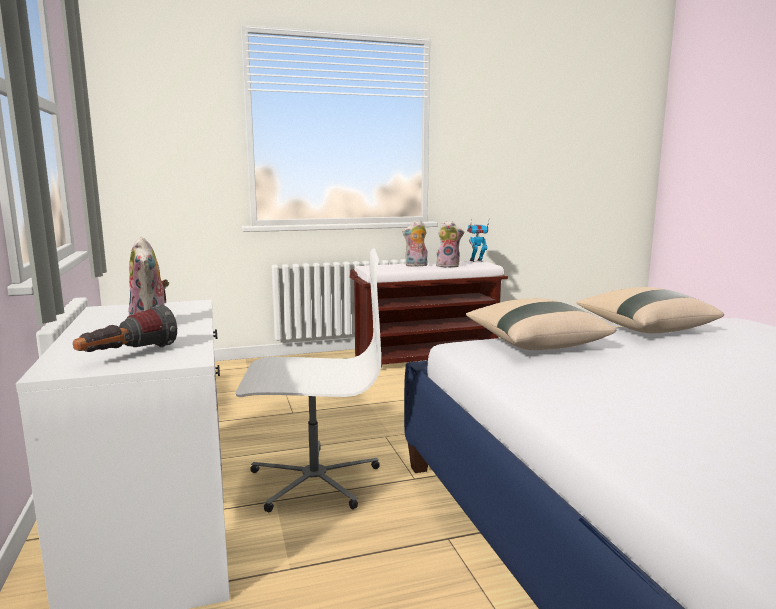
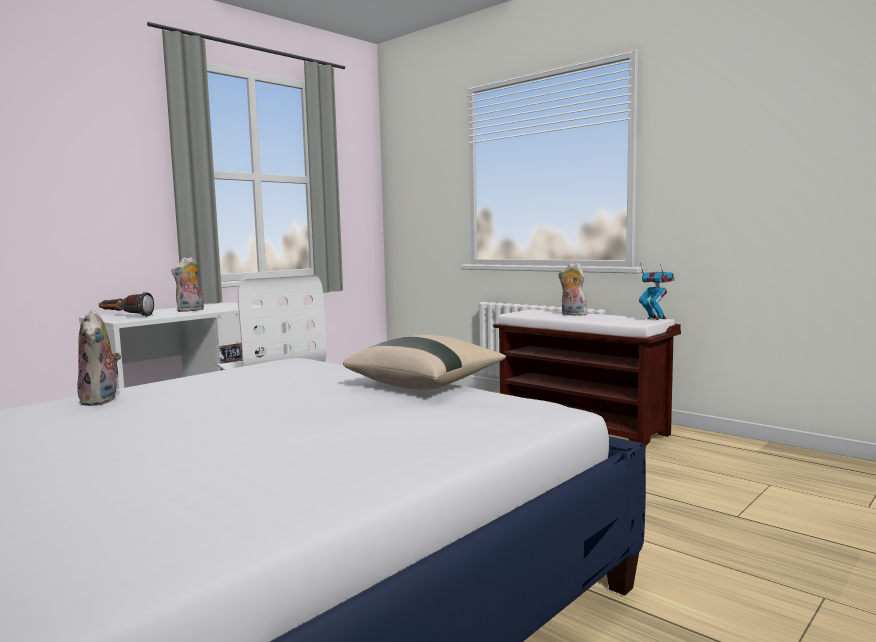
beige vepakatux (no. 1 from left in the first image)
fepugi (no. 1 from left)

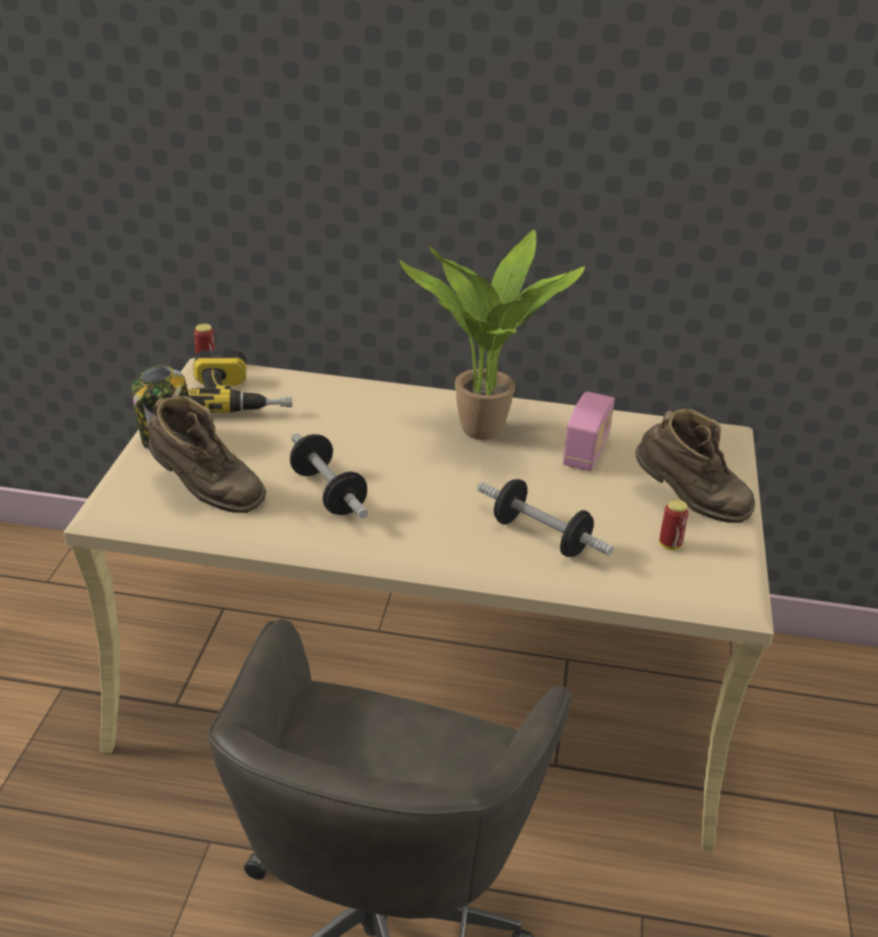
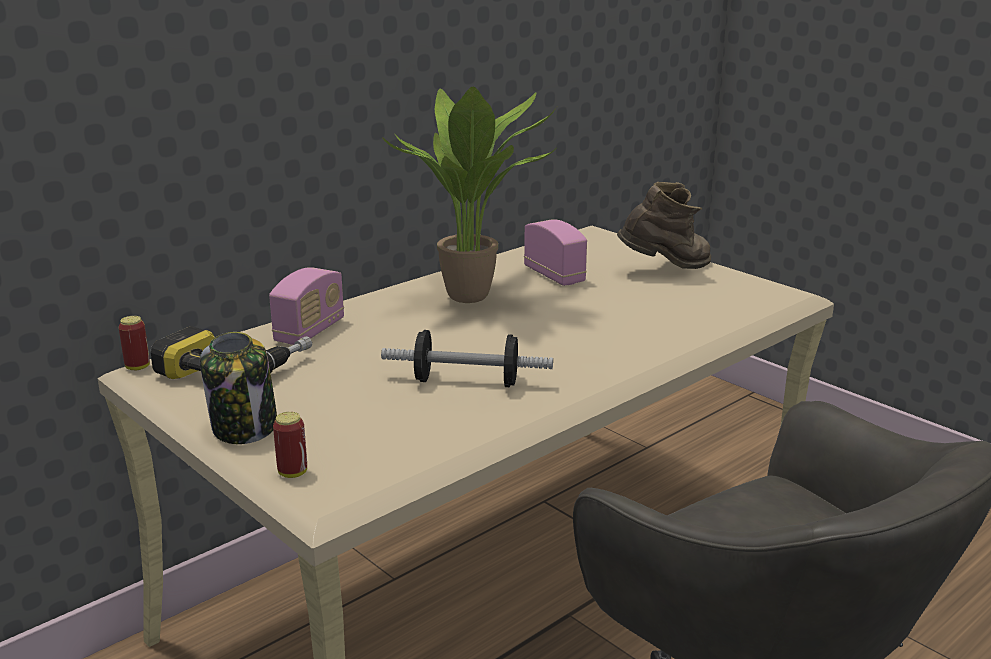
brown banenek (no. 1 from left in the first image)
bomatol (no. 2 from left in the first image)
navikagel (no. 1 from left)
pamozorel (no. 2 from left)

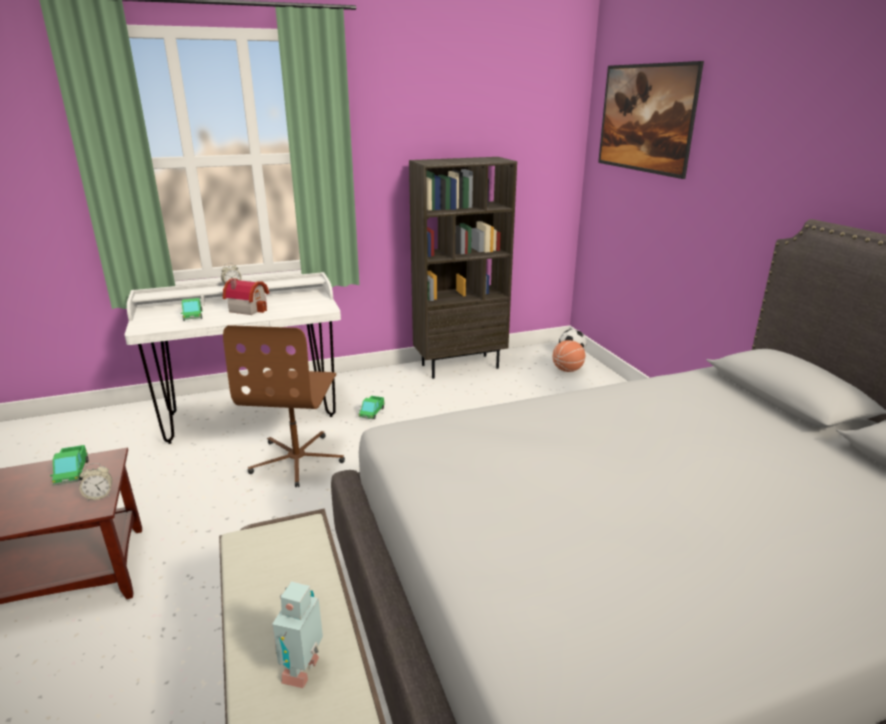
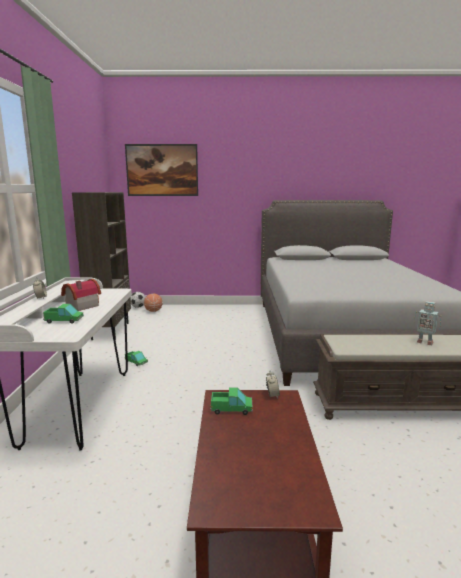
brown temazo

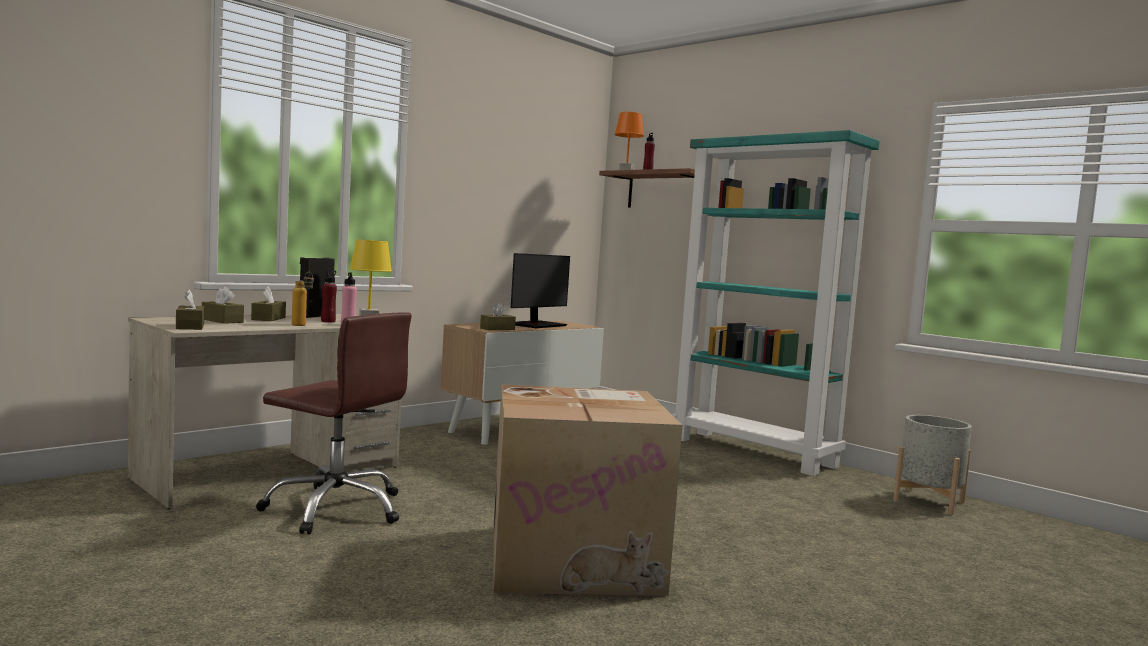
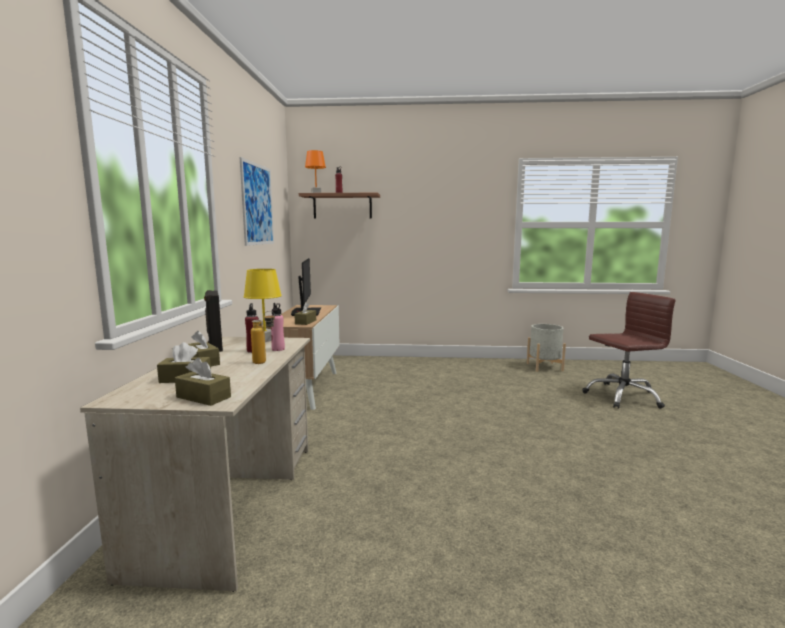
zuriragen
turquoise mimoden
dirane
brown temazo

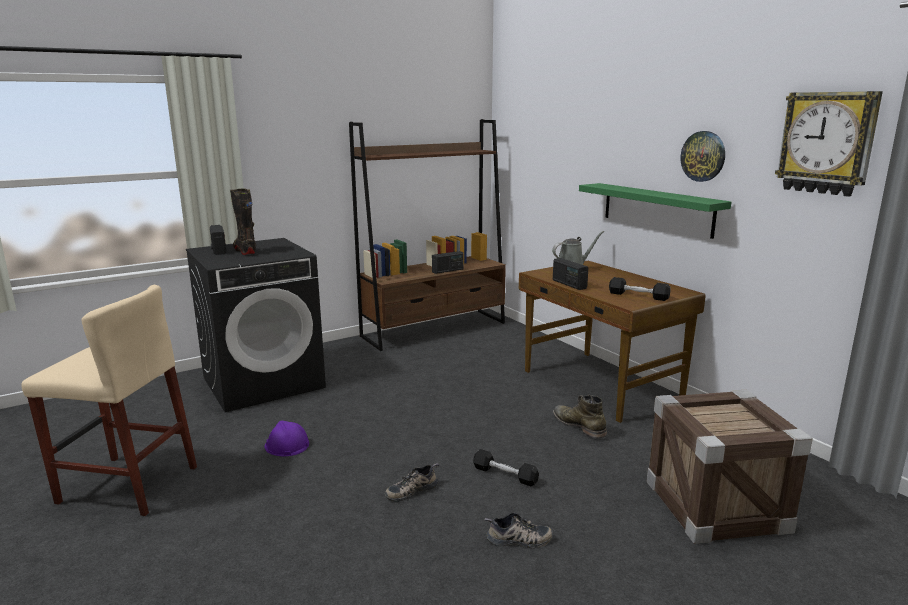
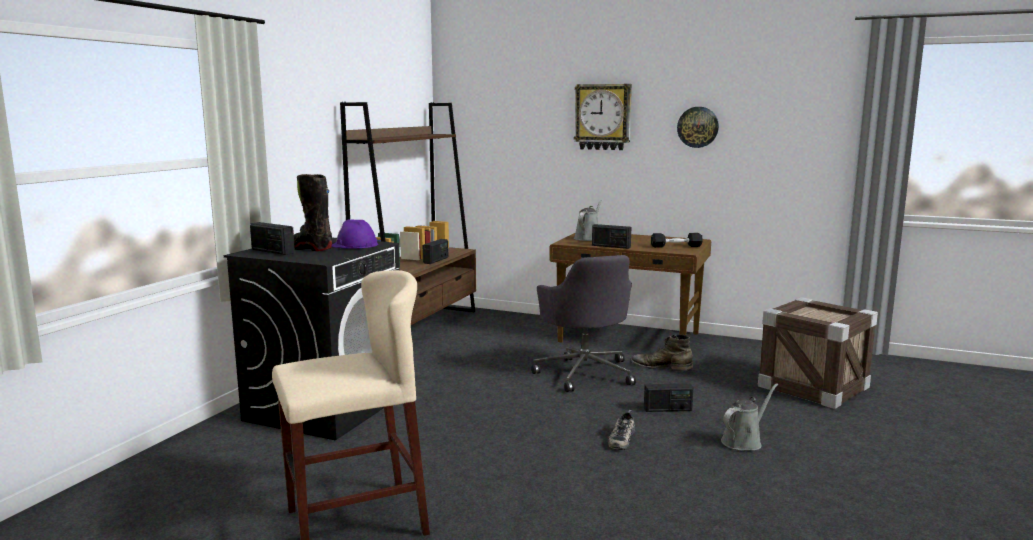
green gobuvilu
grey temazo
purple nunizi
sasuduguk (no. 1 from left)
navikagel (no. 4 from left)
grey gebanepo (no. 2 from left)

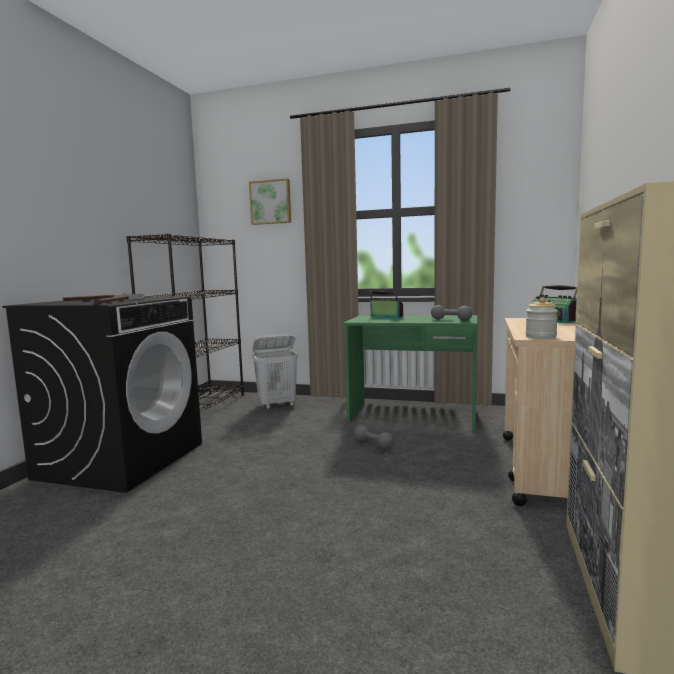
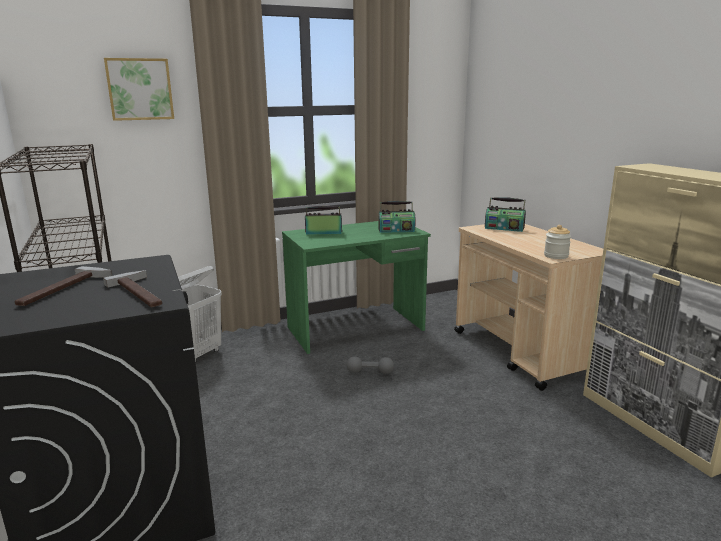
navikagel (no. 2 from left)

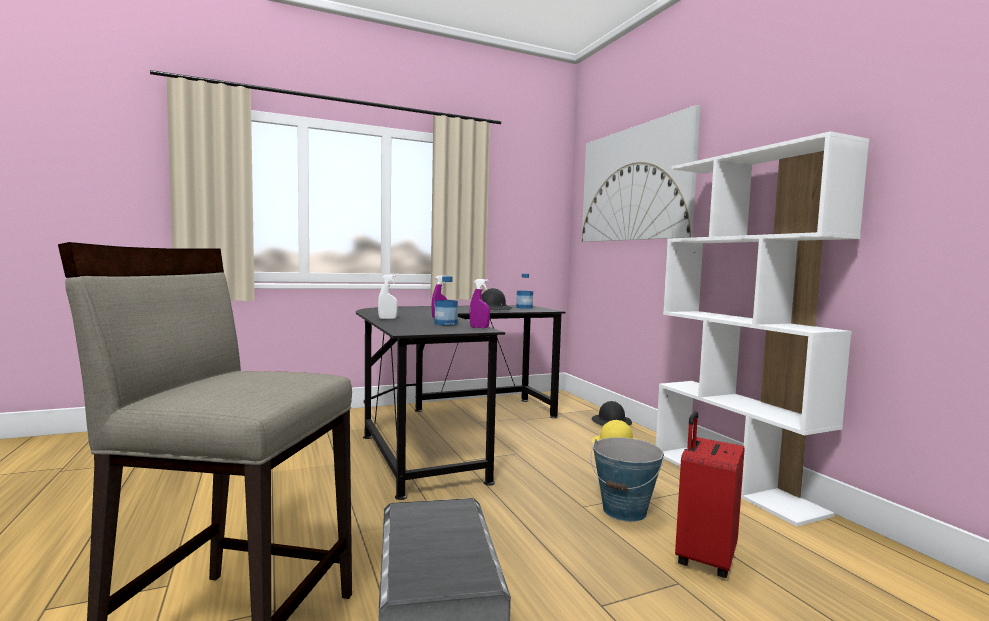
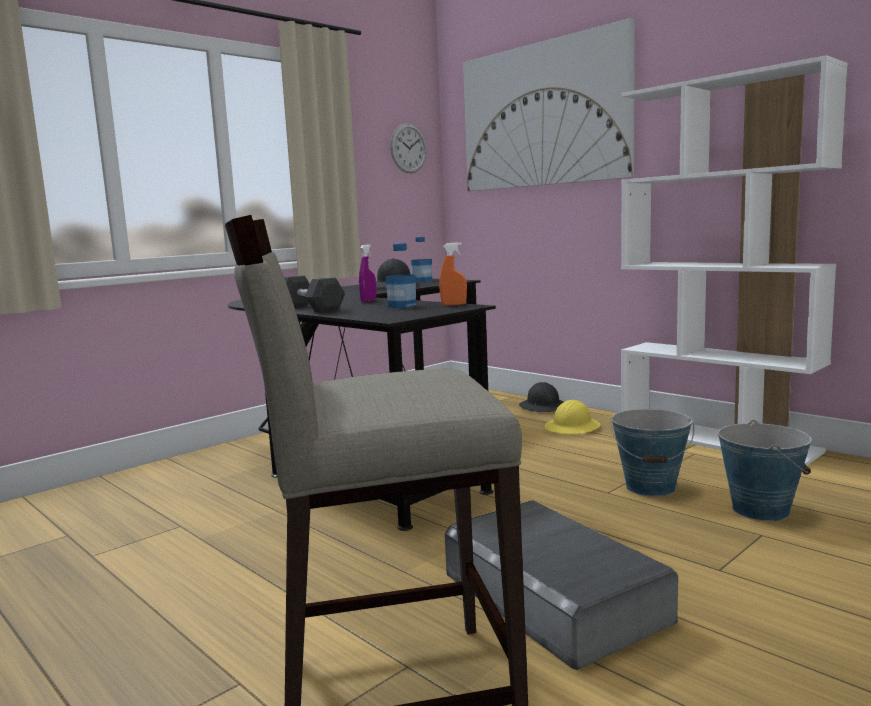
sasuduguk
grey bomatol
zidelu (no. 2 from left)
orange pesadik

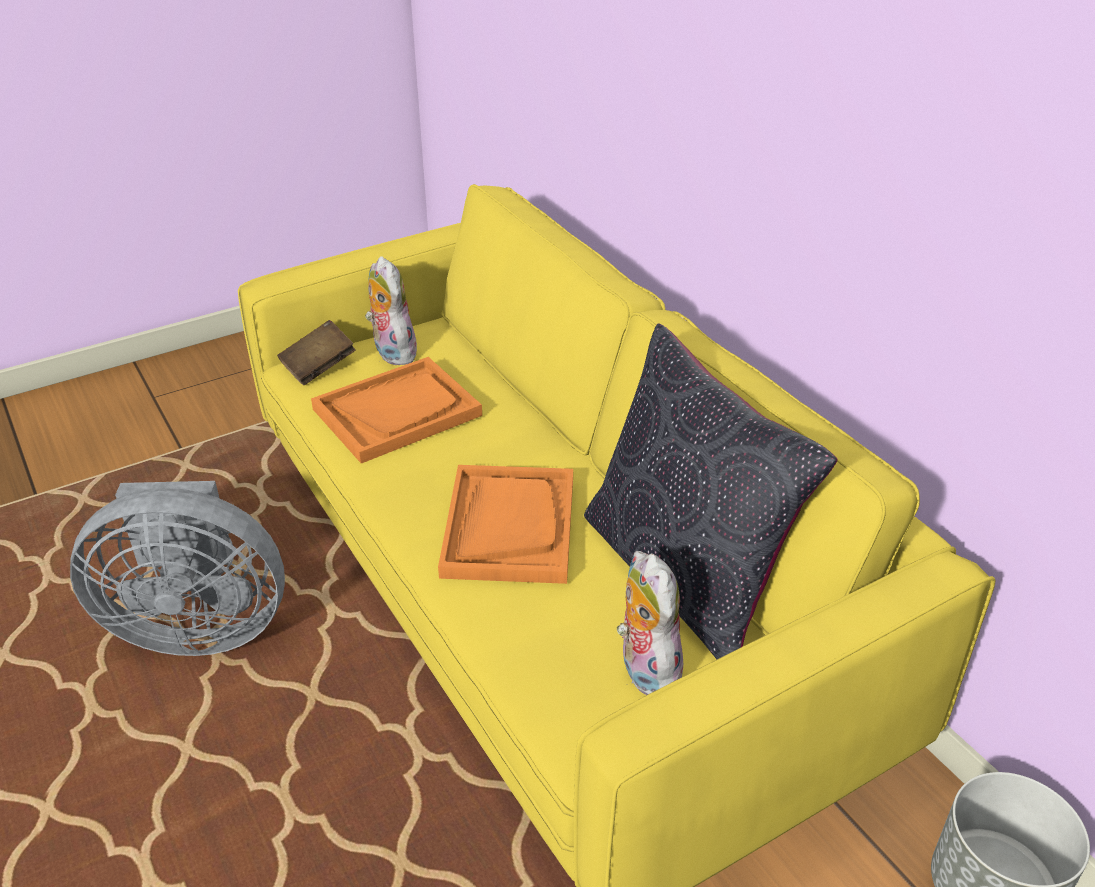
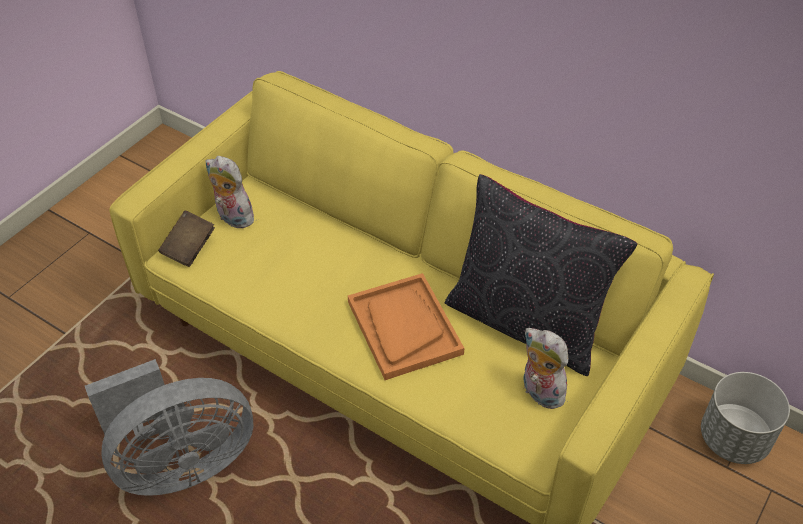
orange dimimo (no. 1 from left in the first image)

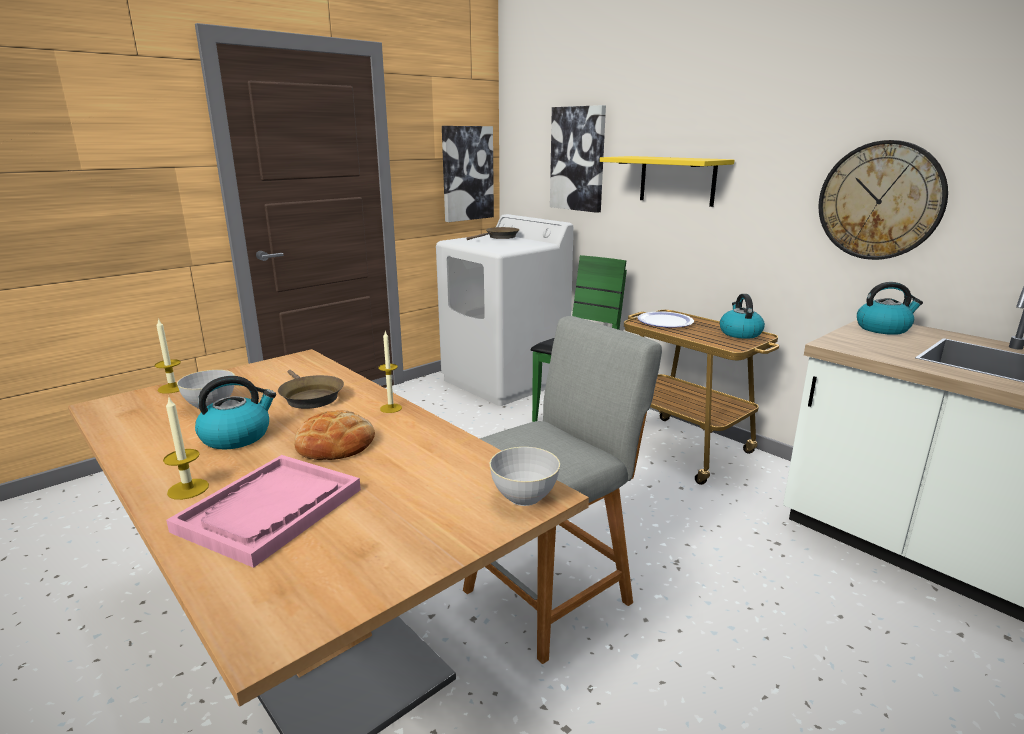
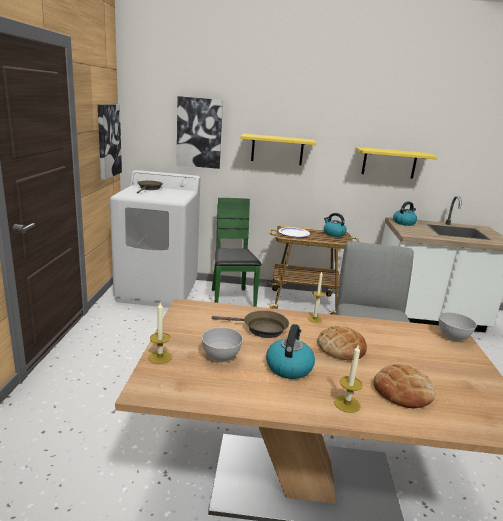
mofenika (no. 2 from left)
yellow gobuvilu (no. 2 from left)

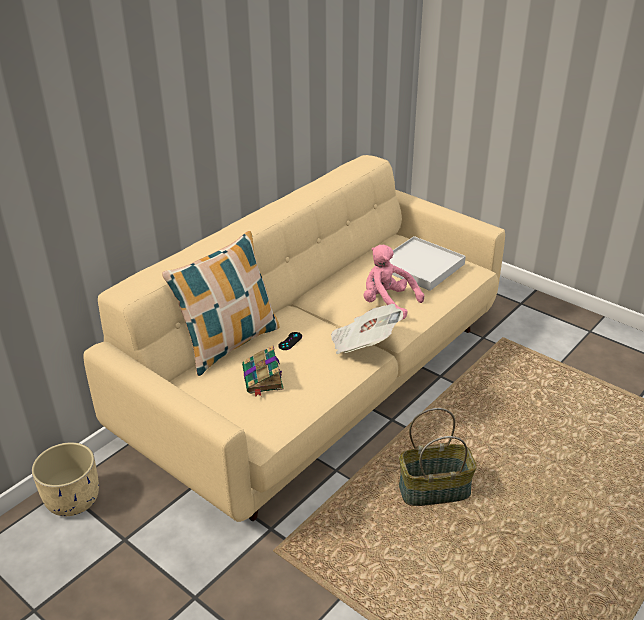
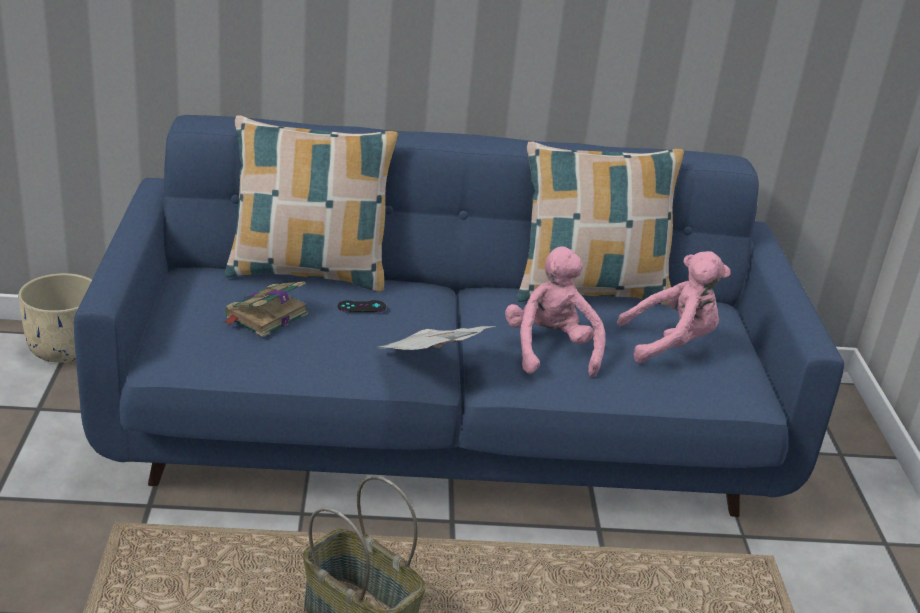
vepakatux (no. 2 from left)
pink fepugi (no. 2 from left)
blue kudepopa

